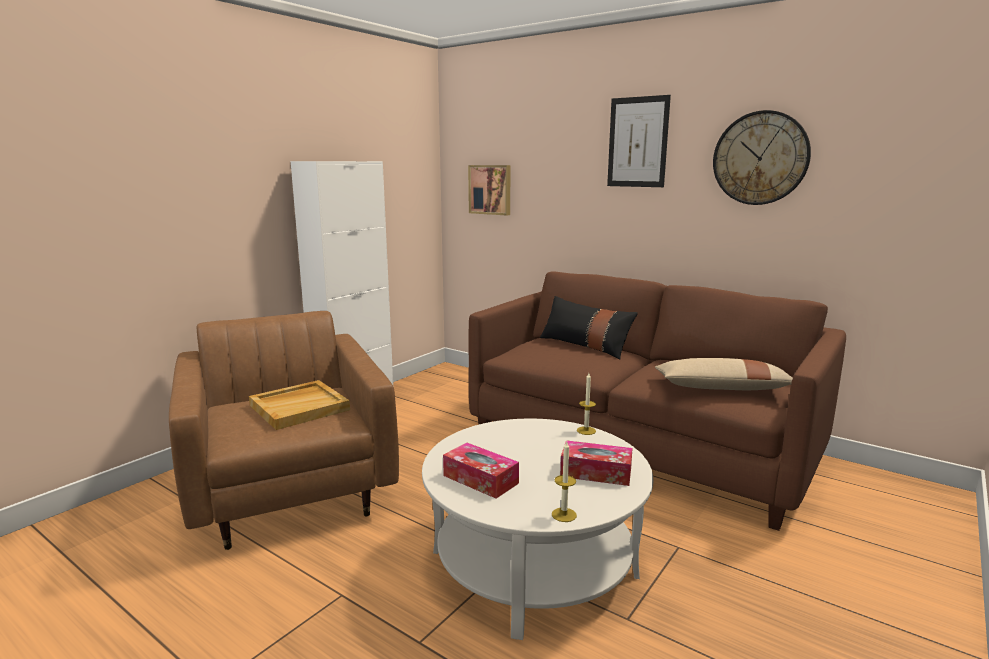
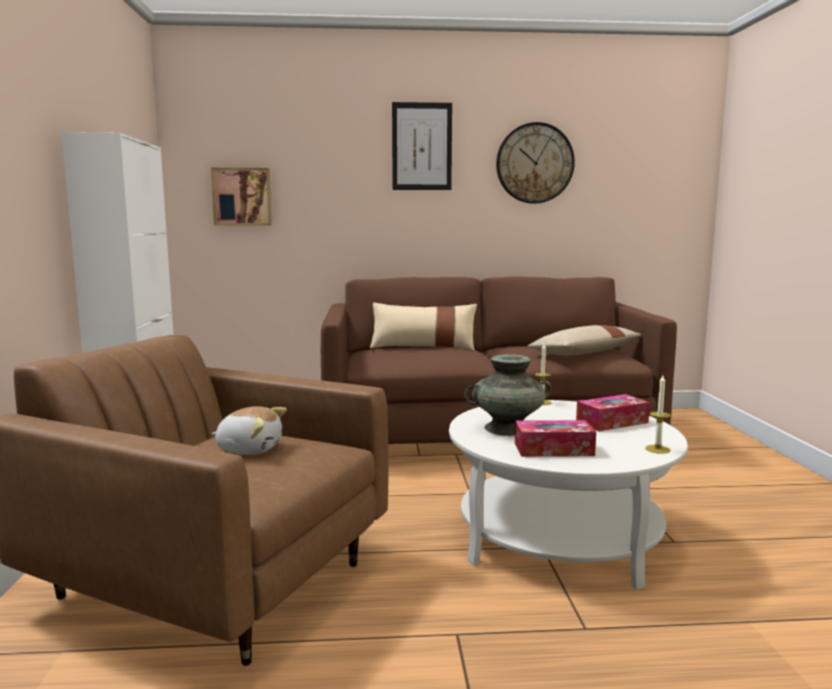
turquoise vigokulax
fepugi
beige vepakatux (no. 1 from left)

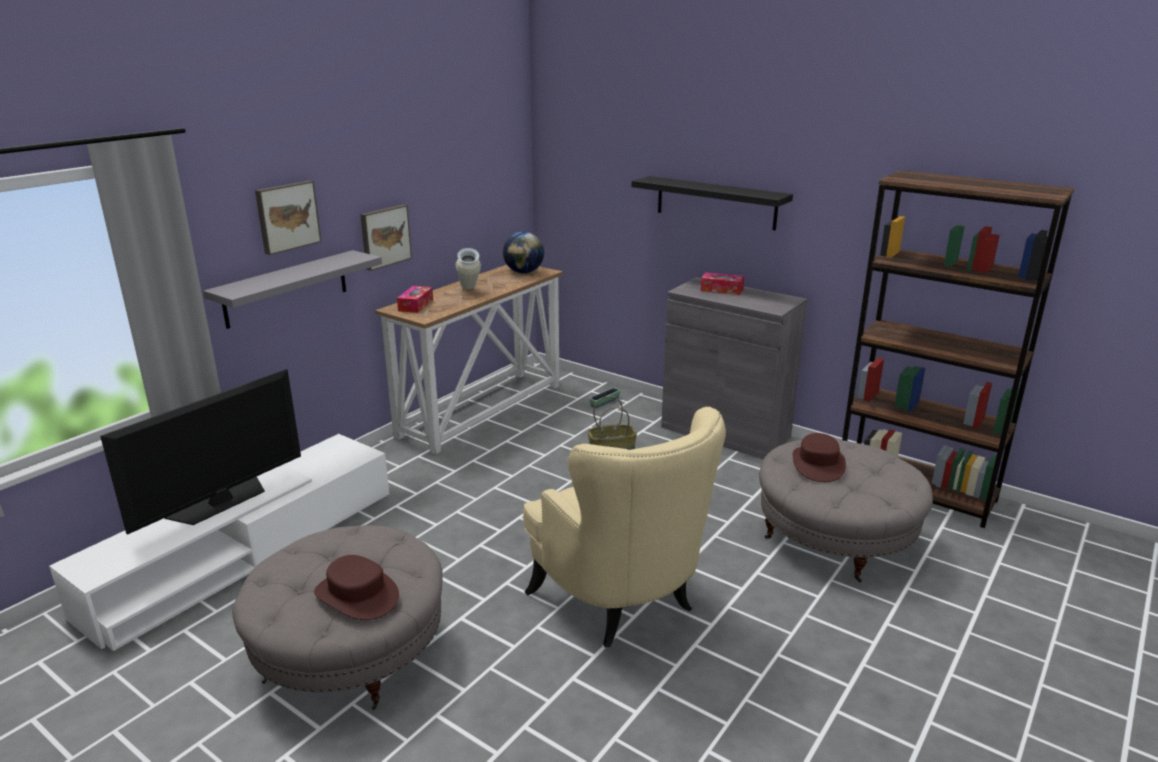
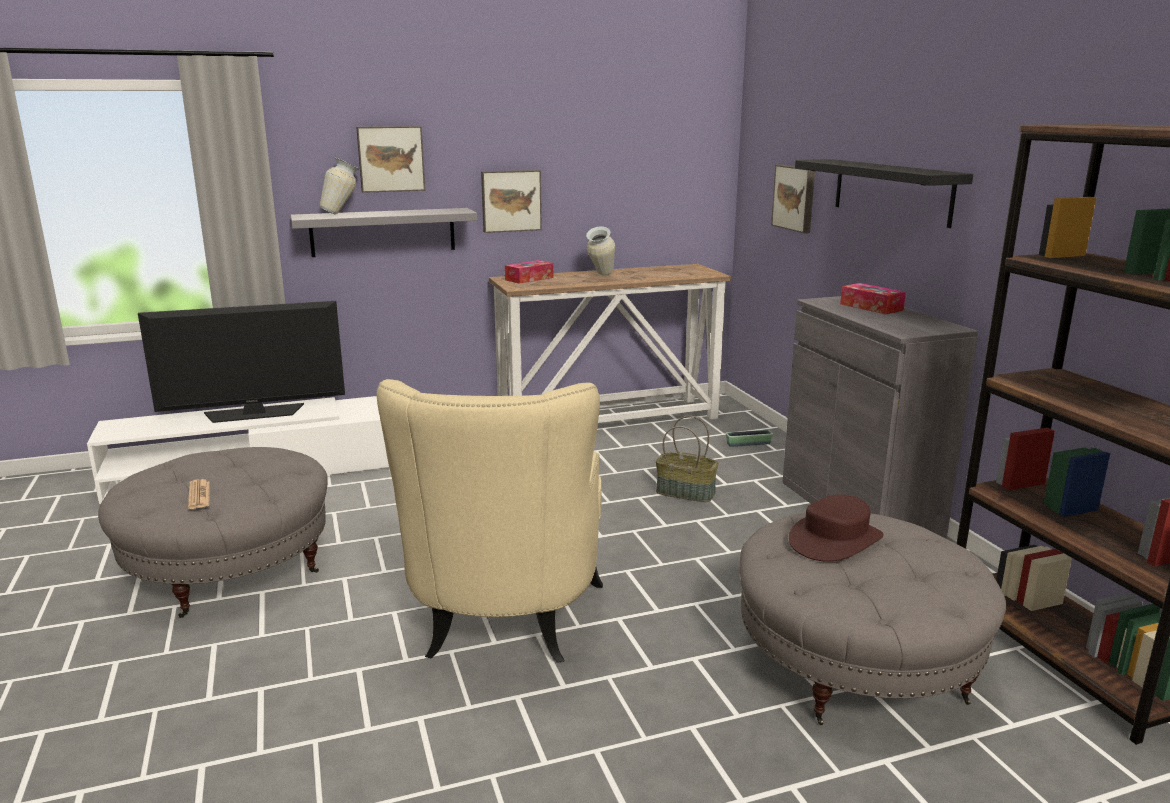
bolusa
vigokulax (no. 1 from left)
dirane (no. 3 from left)
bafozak

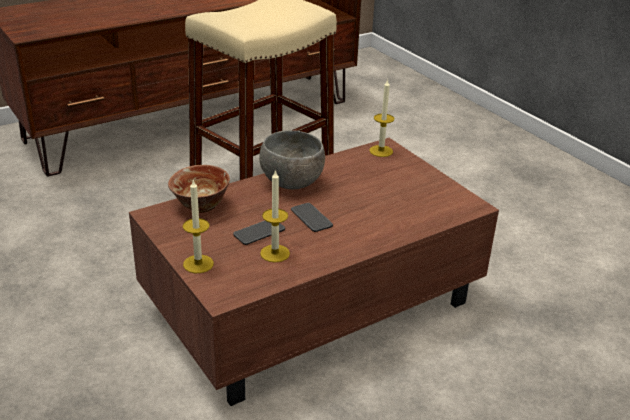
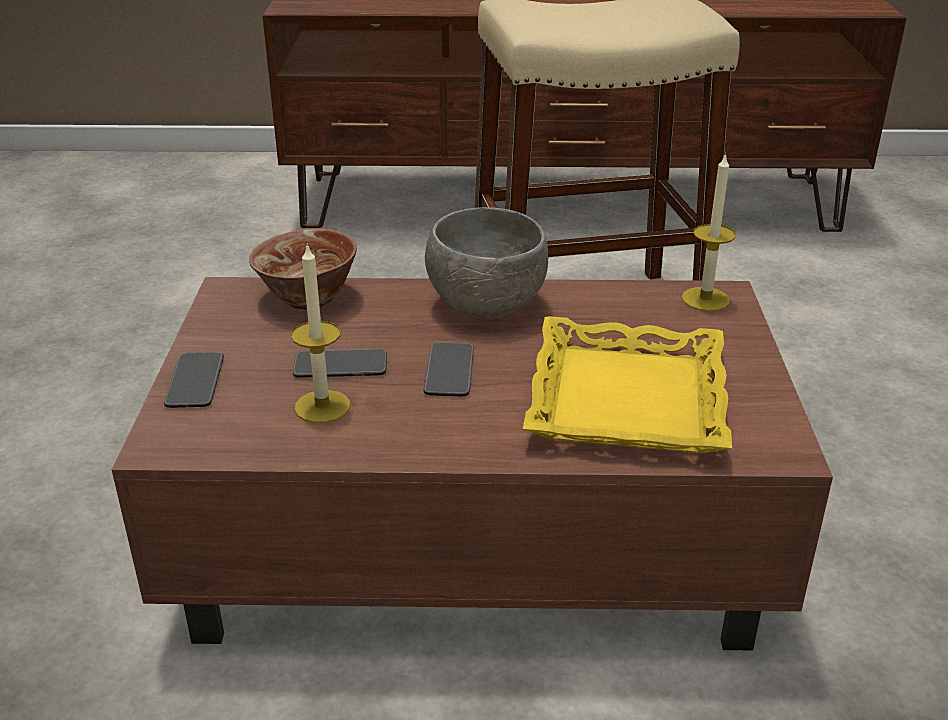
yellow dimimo
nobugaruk (no. 1 from left)

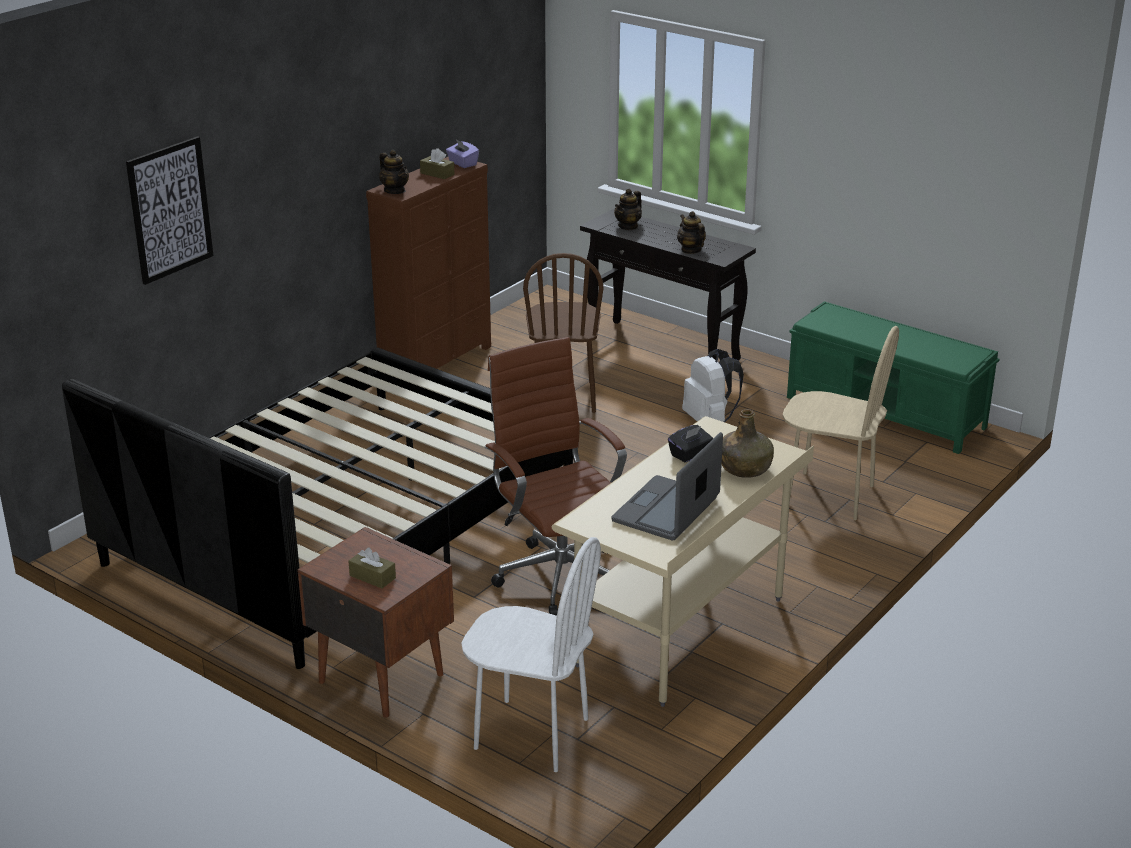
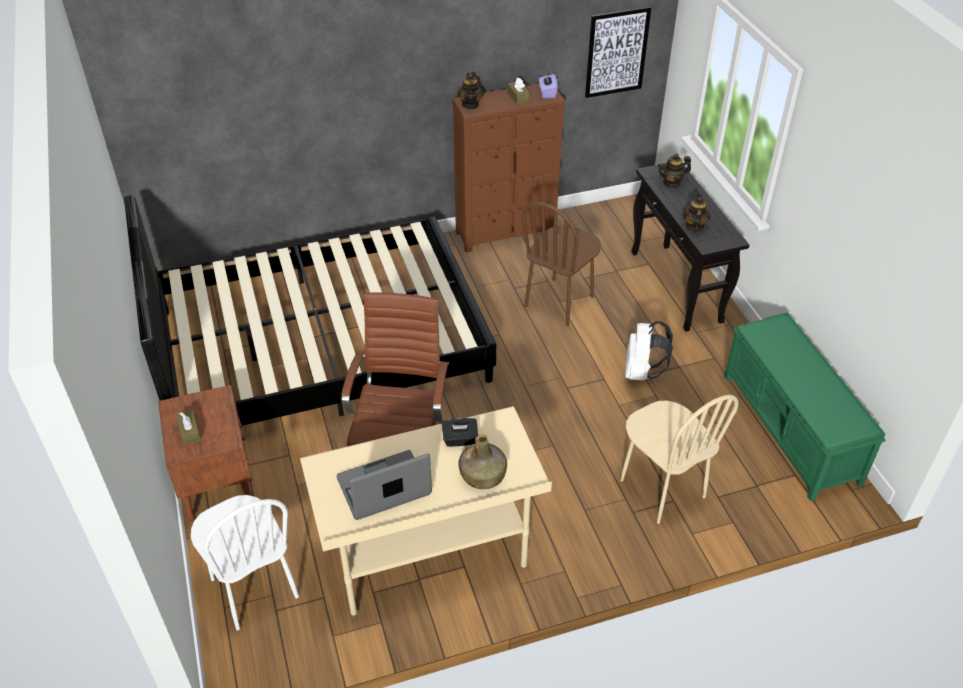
dirane

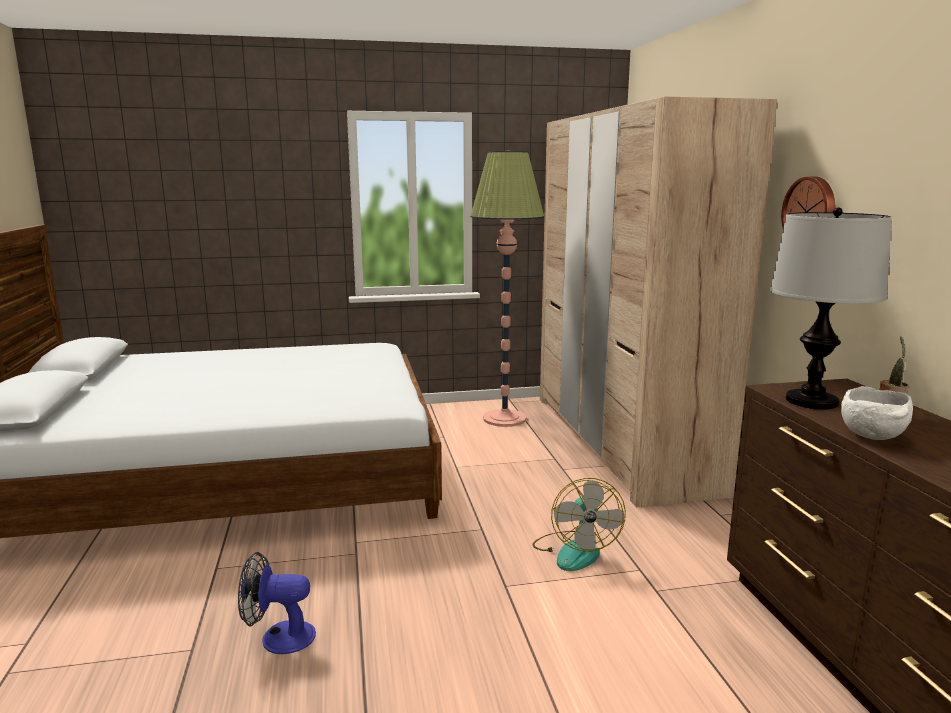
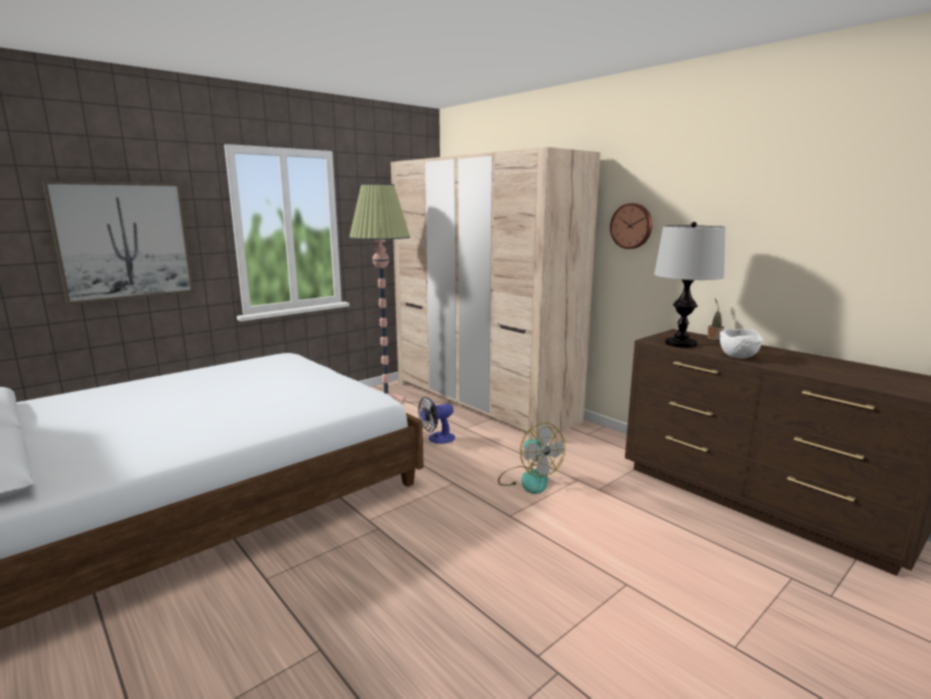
dirane
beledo (no. 1 from left)

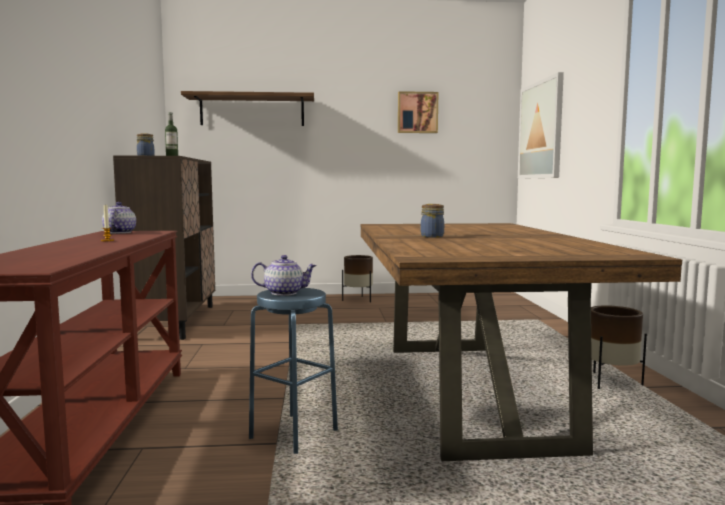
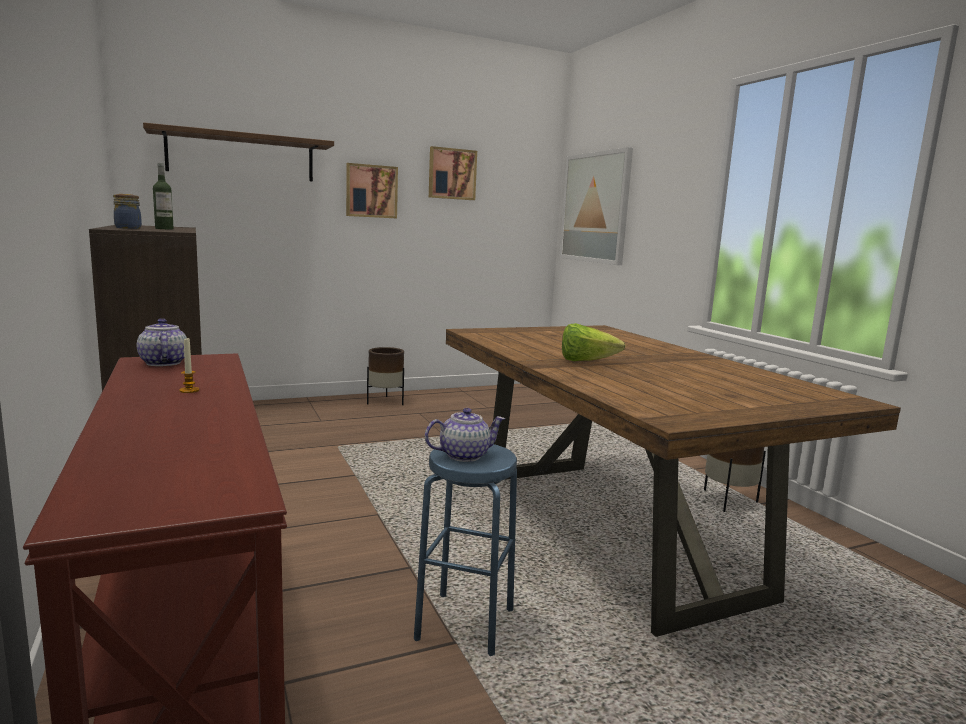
dirane (no. 1 from left)
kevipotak

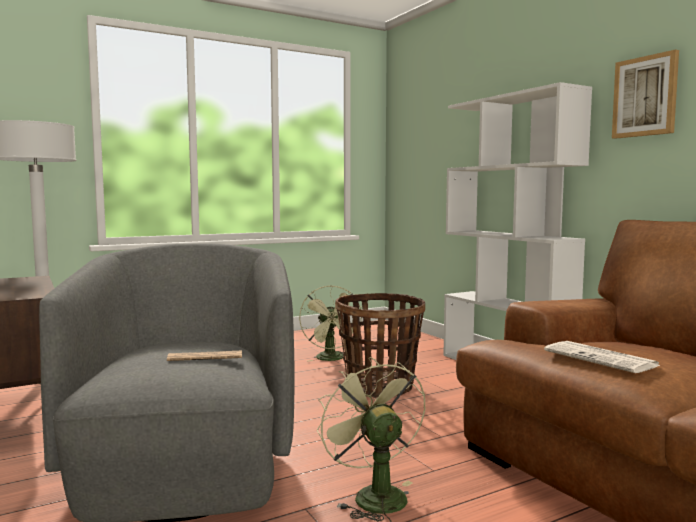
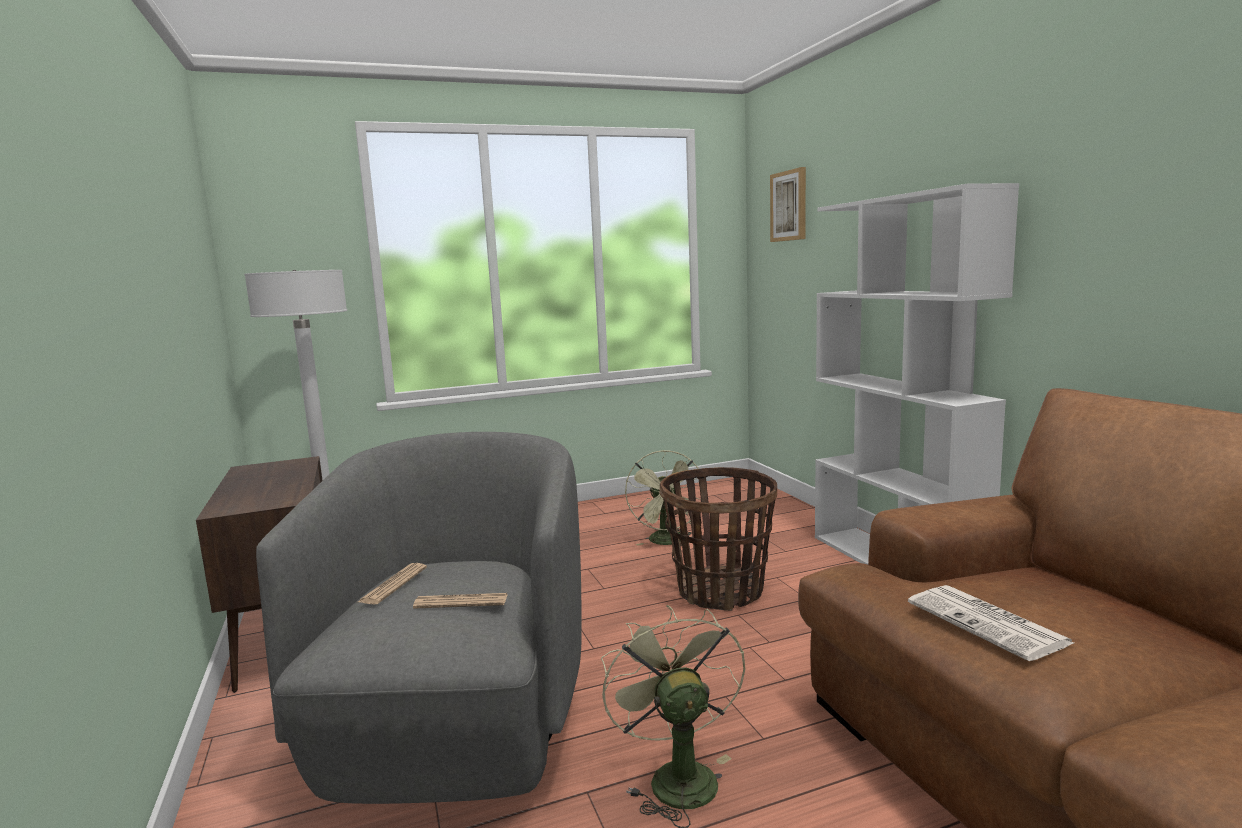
bafozak (no. 1 from left)
dirane

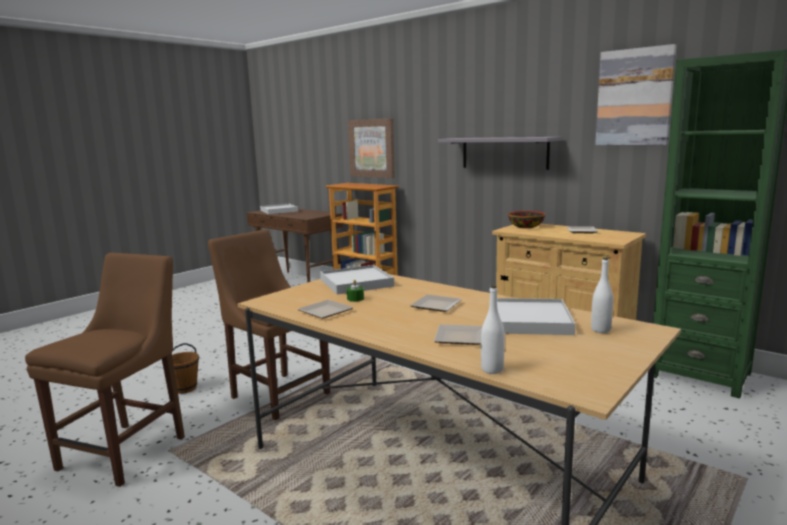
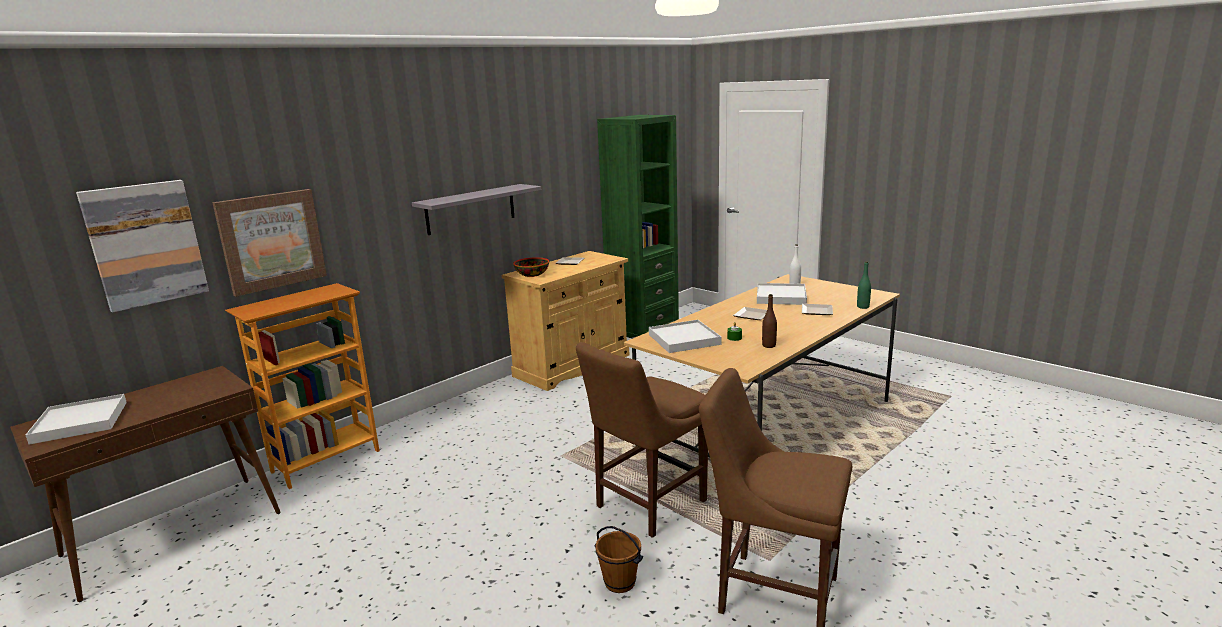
dirane (no. 1 from left)
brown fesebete
green fesebete

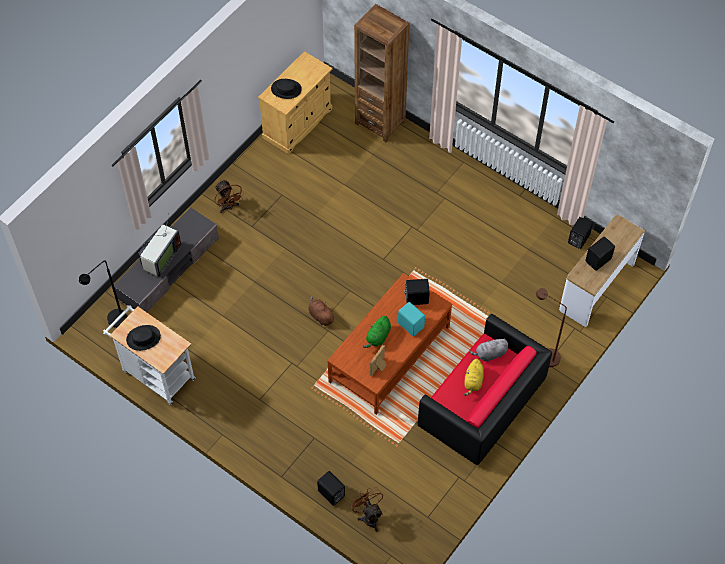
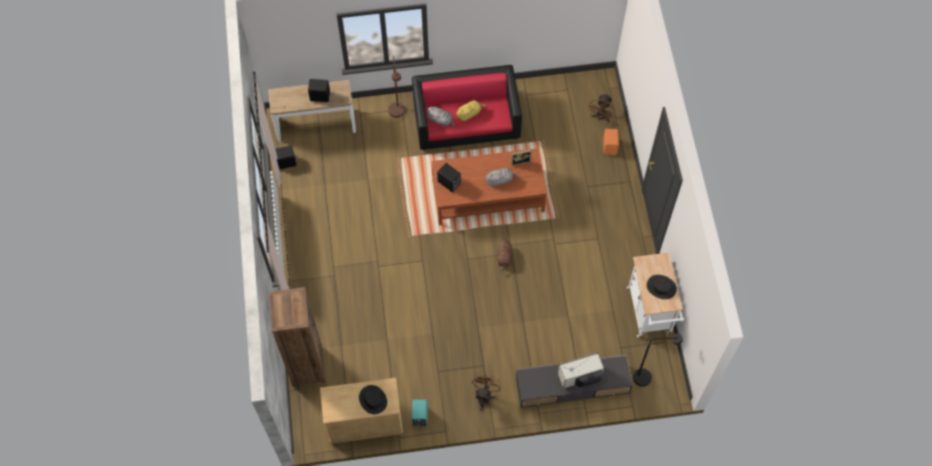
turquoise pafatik
orange pafatik
grey fepugi (no. 2 from left)

